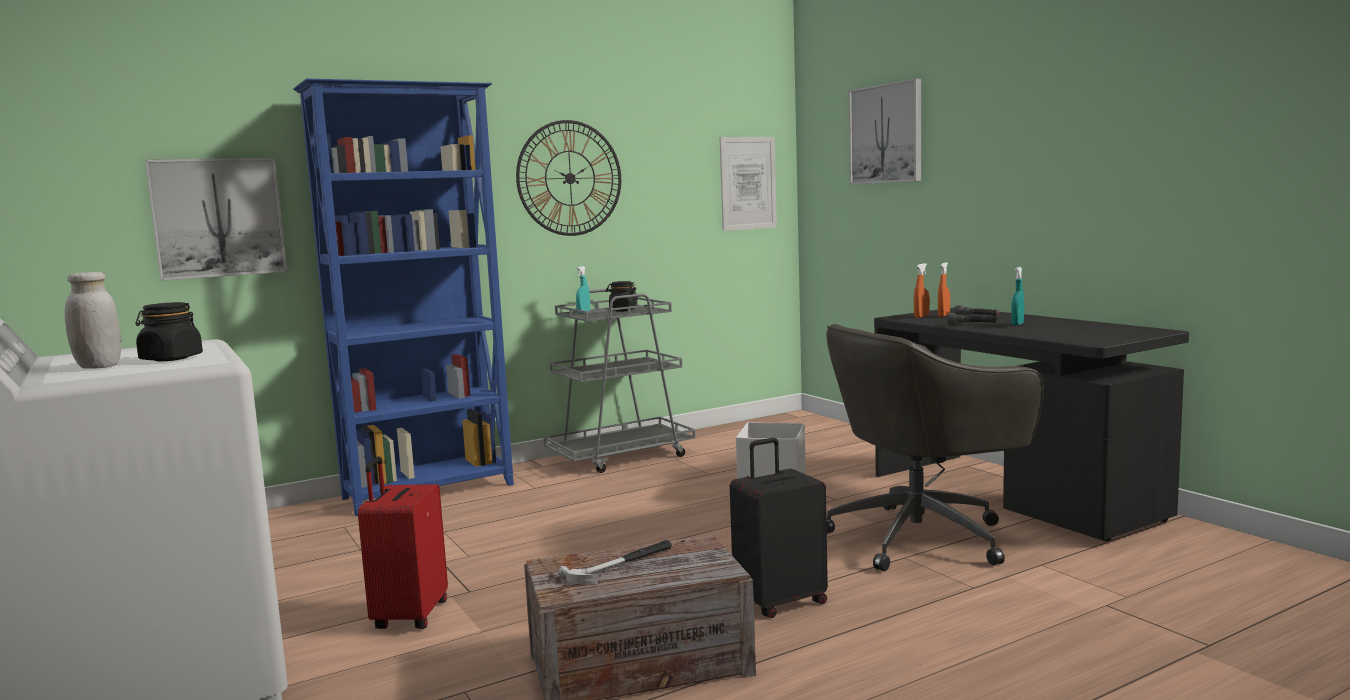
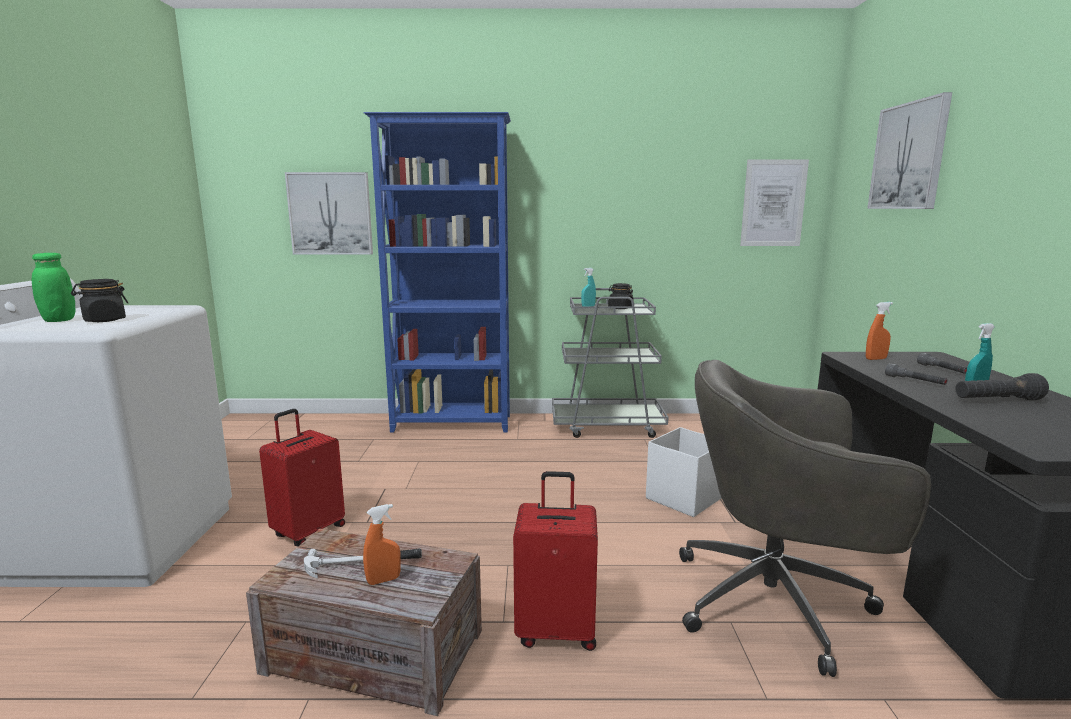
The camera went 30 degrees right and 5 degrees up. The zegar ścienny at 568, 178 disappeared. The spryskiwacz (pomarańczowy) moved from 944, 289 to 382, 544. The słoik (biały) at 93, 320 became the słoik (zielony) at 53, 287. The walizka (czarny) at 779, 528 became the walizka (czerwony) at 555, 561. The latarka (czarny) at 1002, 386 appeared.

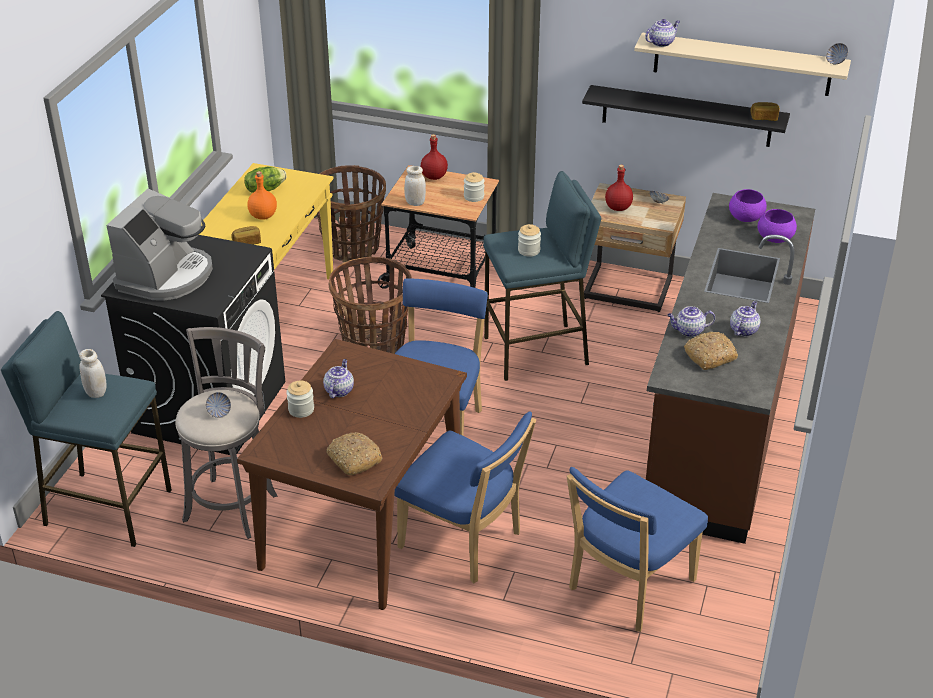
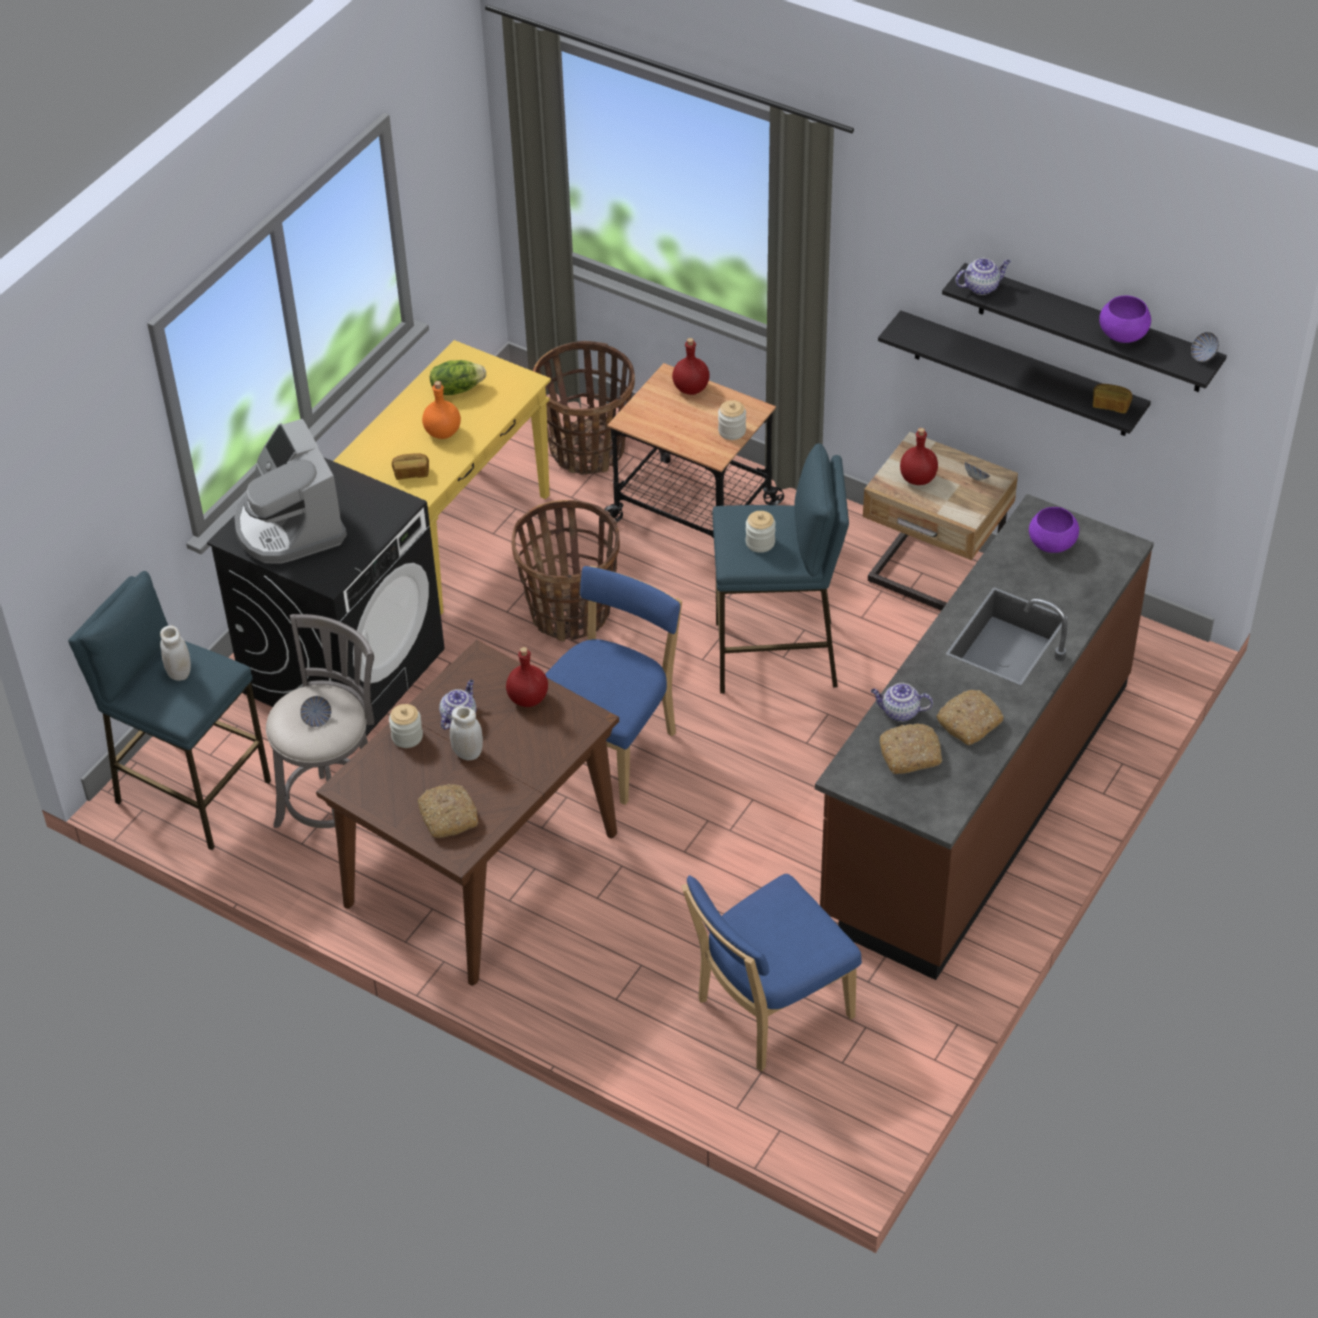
The camera went 15 degrees right and 10 degrees up. The półka (beżowy) at 742, 64 became the półka (czarny) at 1084, 327. The słoik (biały) moved from 415, 186 to 466, 733. The ekspres do kawy at 159, 244 turned 120 degrees clockwise. The miska (fioletowy) moved from 777, 226 to 1125, 319. The imbryk at 745, 319 was replaced by the chleb at 969, 717. The krzesło (niebieski) at 465, 497 disappeared. The butelka (czerwony) at 527, 677 appeared.

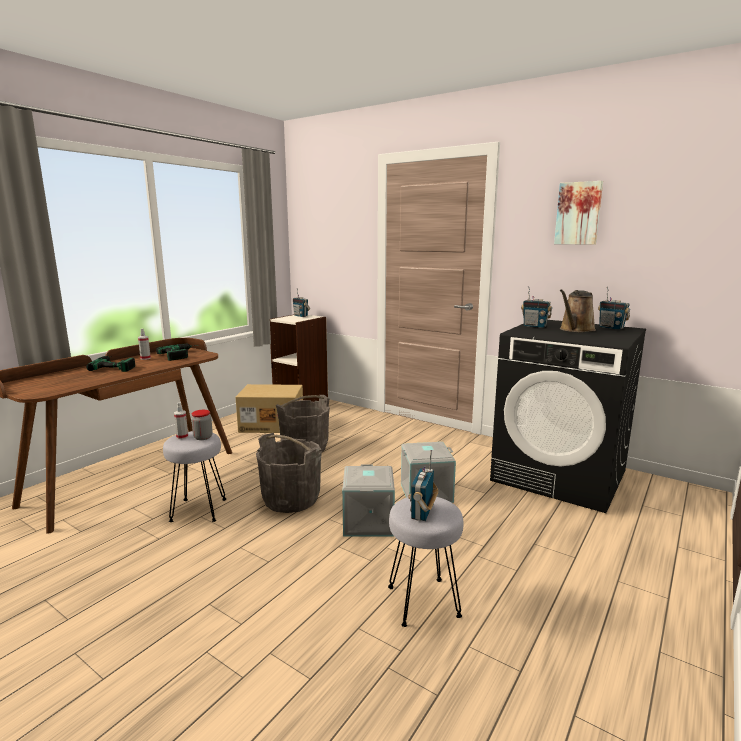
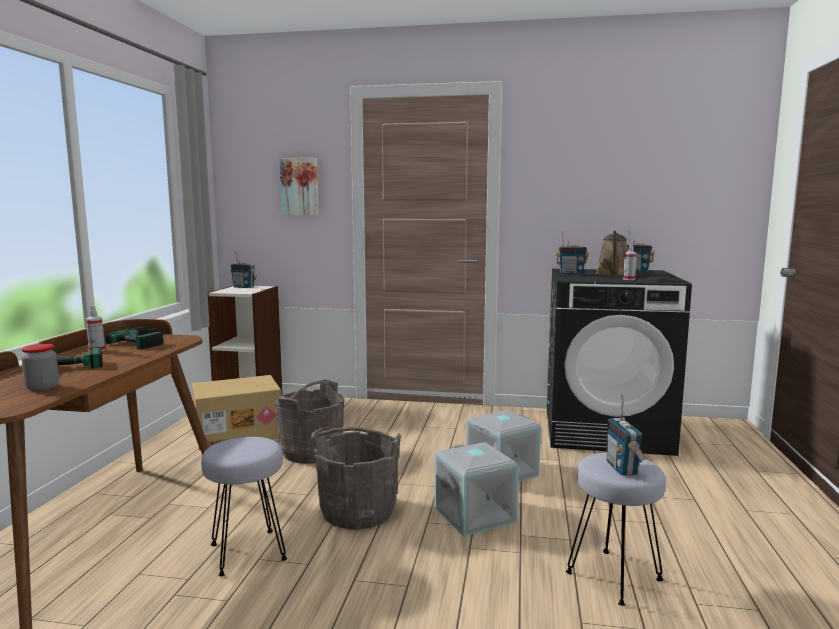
The camera went 25 degrees left and 5 degrees down. The obraz moved from 578, 213 to 299, 186. The spryskiwacz moved from 181, 420 to 630, 261. The słoik moved from 202, 425 to 40, 367.

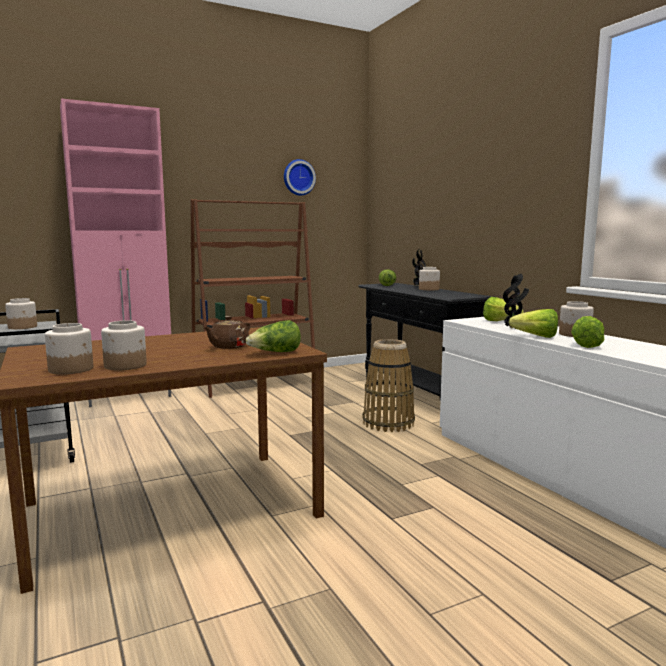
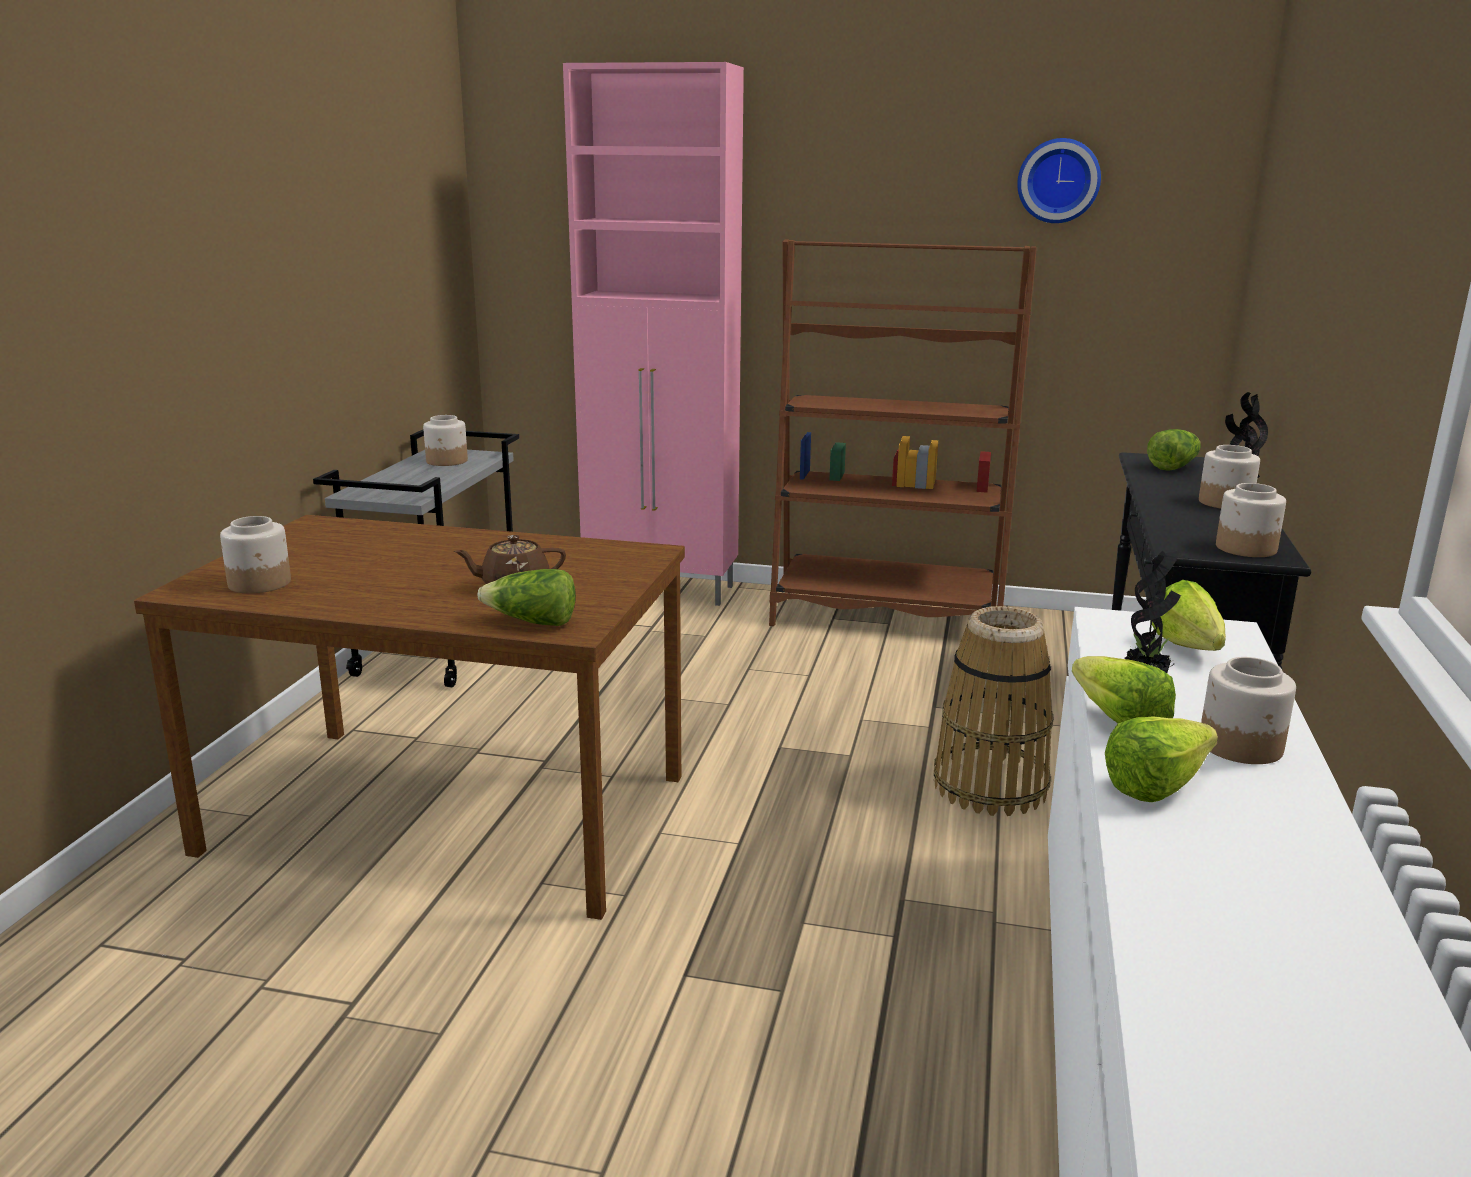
The camera went 40 degrees right and 10 degrees up. The słoik moved from 124, 345 to 1251, 520.

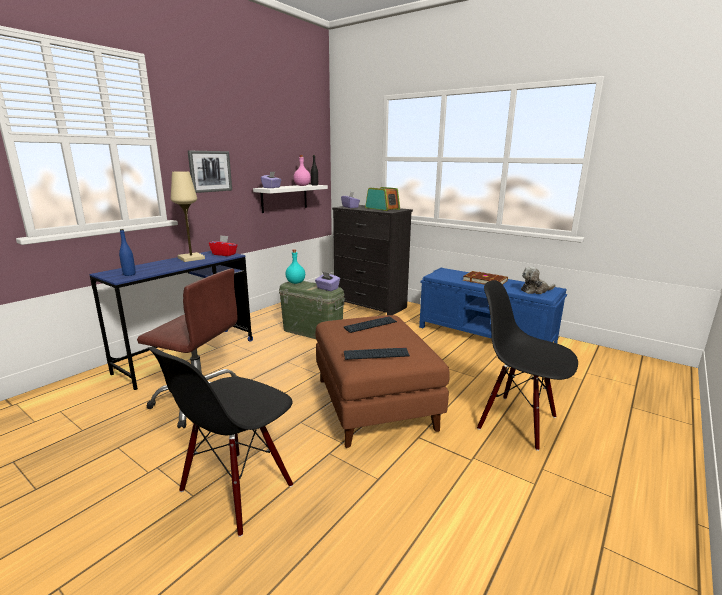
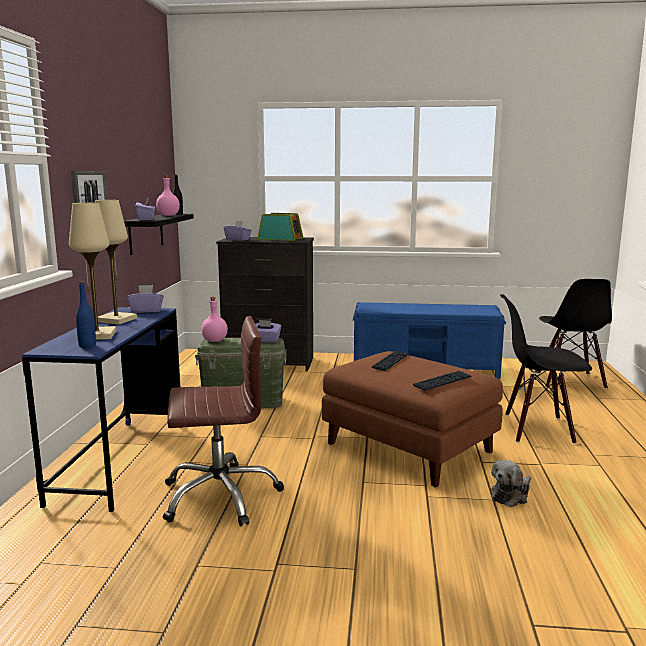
The camera went 30 degrees left and 5 degrees down. The półka (biały) at 290, 198 became the półka (czarny) at 159, 234. The pudełko chusteczek (czerwony) at 223, 245 became the pudełko chusteczek (fioletowy) at 145, 299. The butelka (turkusowy) at 295, 266 became the butelka (różowy) at 214, 319. The pluszak moved from 538, 280 to 511, 483. The książka (brązowy) at 485, 278 disappeared. The krzesło (czarny) moved from 220, 442 to 574, 334. The lampa stołowa (beżowy) at 92, 271 appeared.

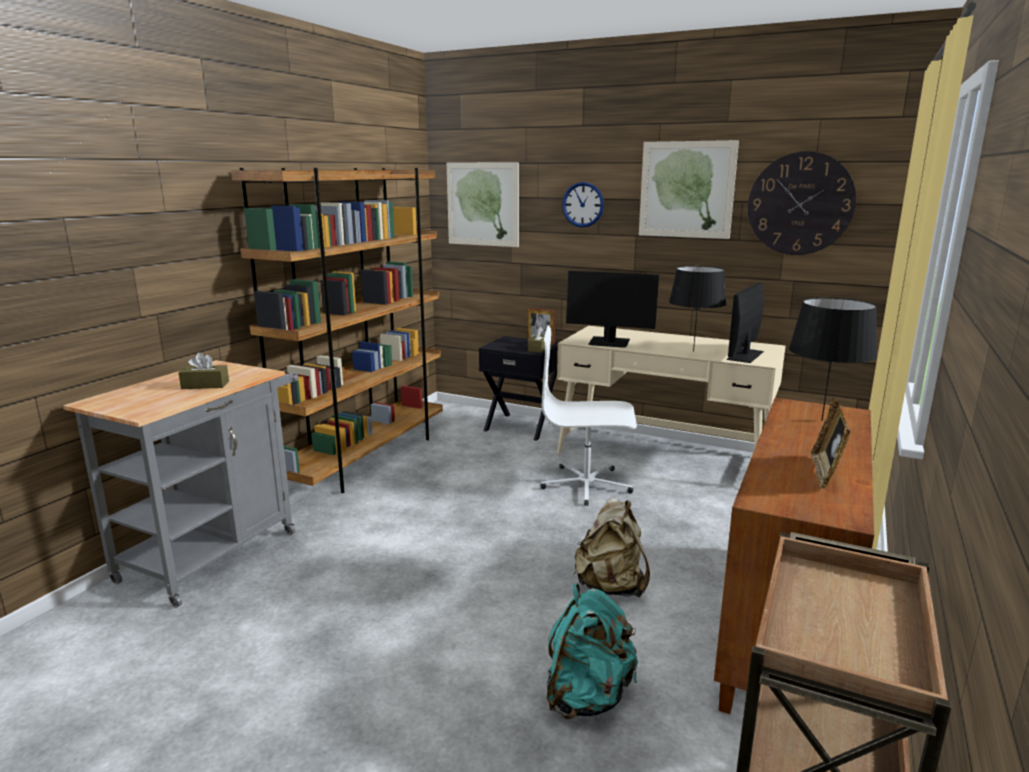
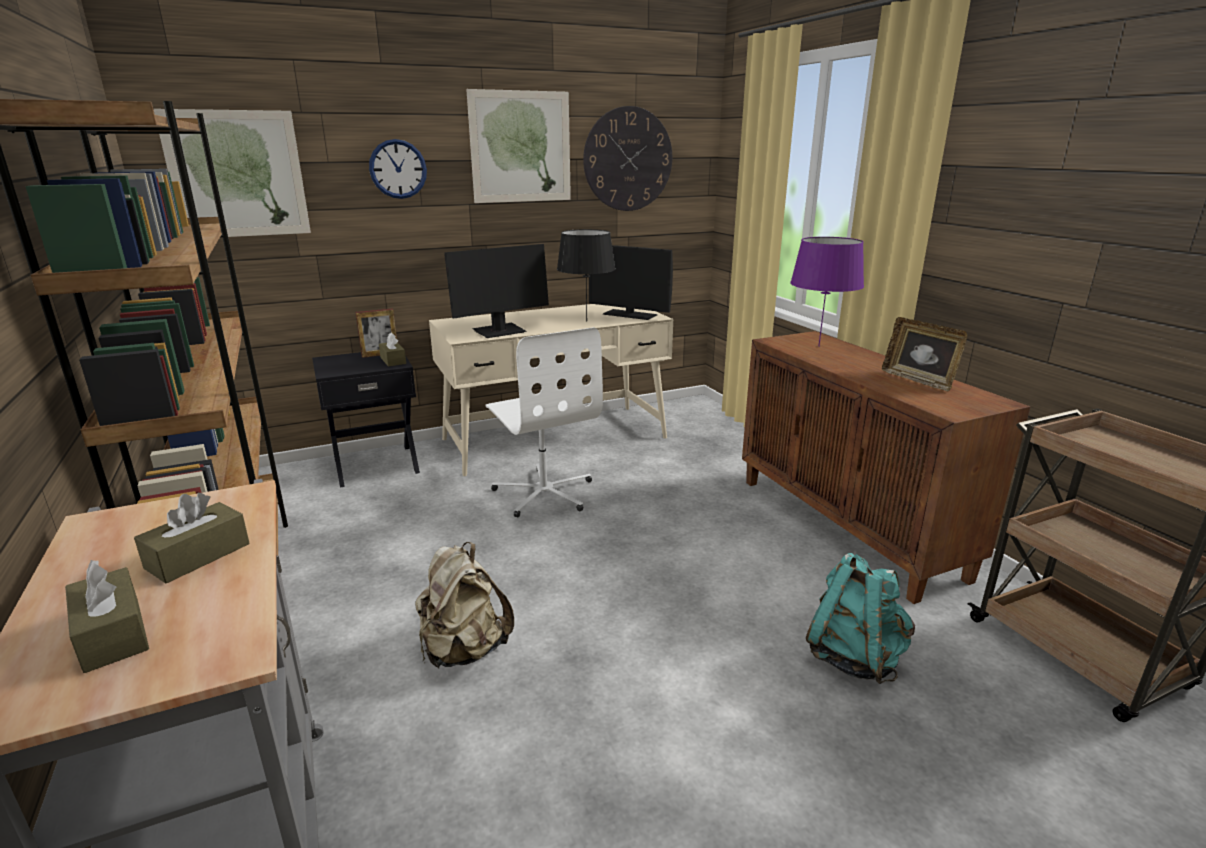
The camera went 50 degrees left and 5 degrees up. The monitor at 745, 322 turned 45 degrees counterclockwise. The lampa stołowa (czarny) at 833, 359 became the lampa stołowa (fioletowy) at 827, 292. The krzesło biurowe (biały) at 589, 416 turned 75 degrees counterclockwise. The plecak (beżowy) moved from 612, 548 to 464, 605. The pudełko chusteczek (brązowy) at 107, 616 appeared.

